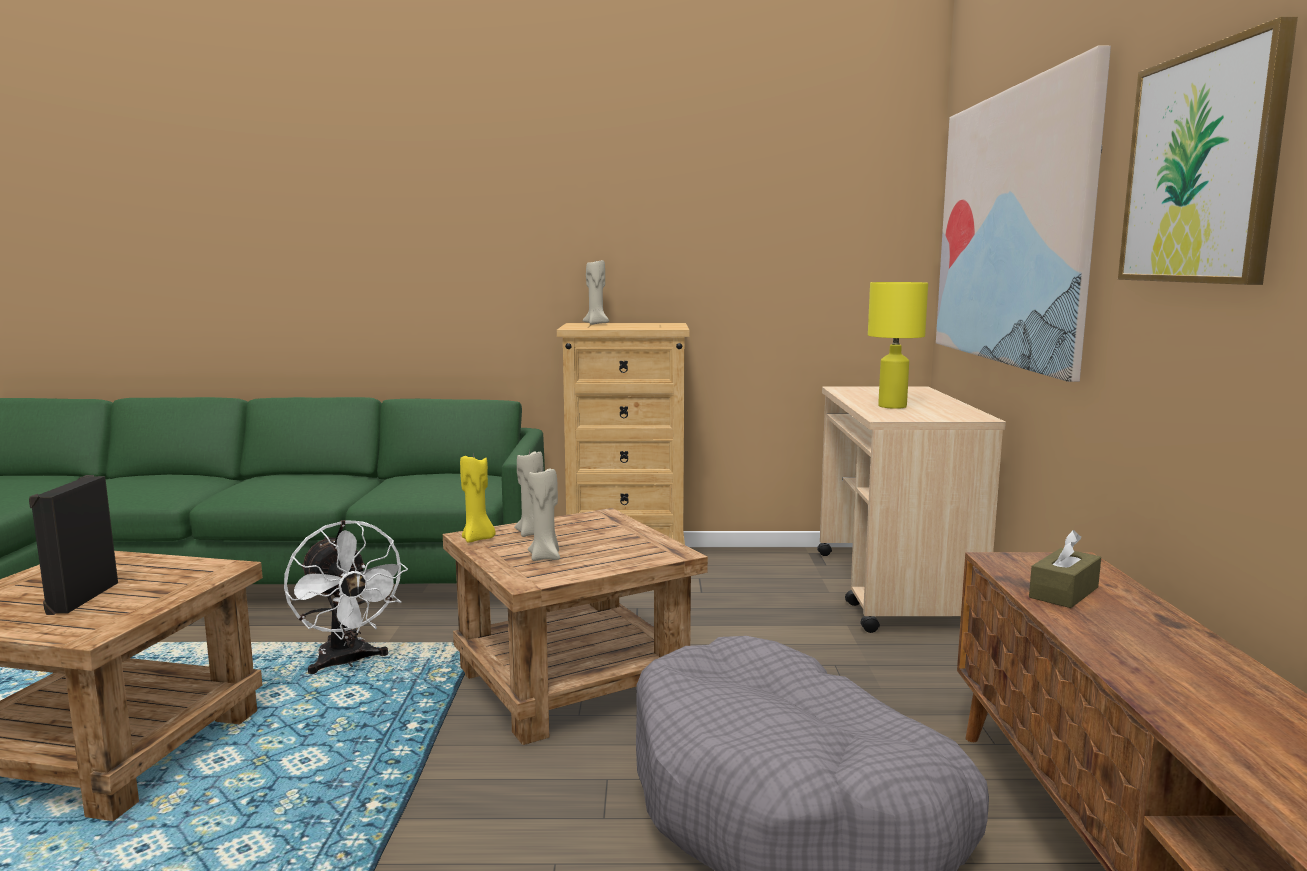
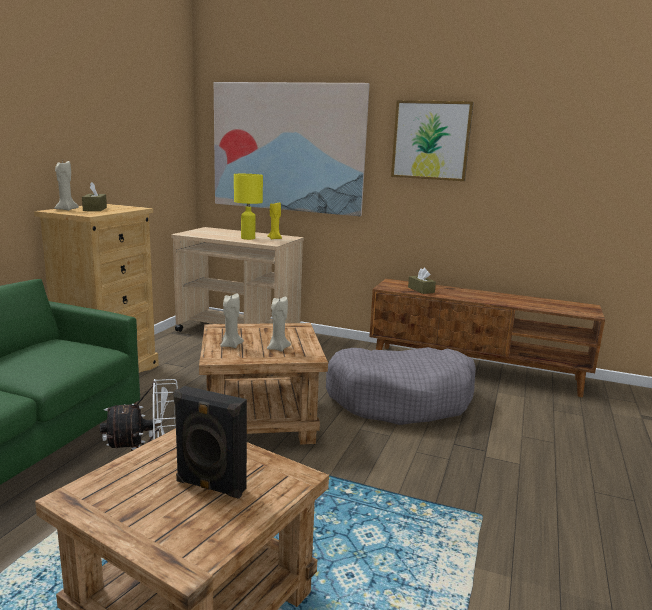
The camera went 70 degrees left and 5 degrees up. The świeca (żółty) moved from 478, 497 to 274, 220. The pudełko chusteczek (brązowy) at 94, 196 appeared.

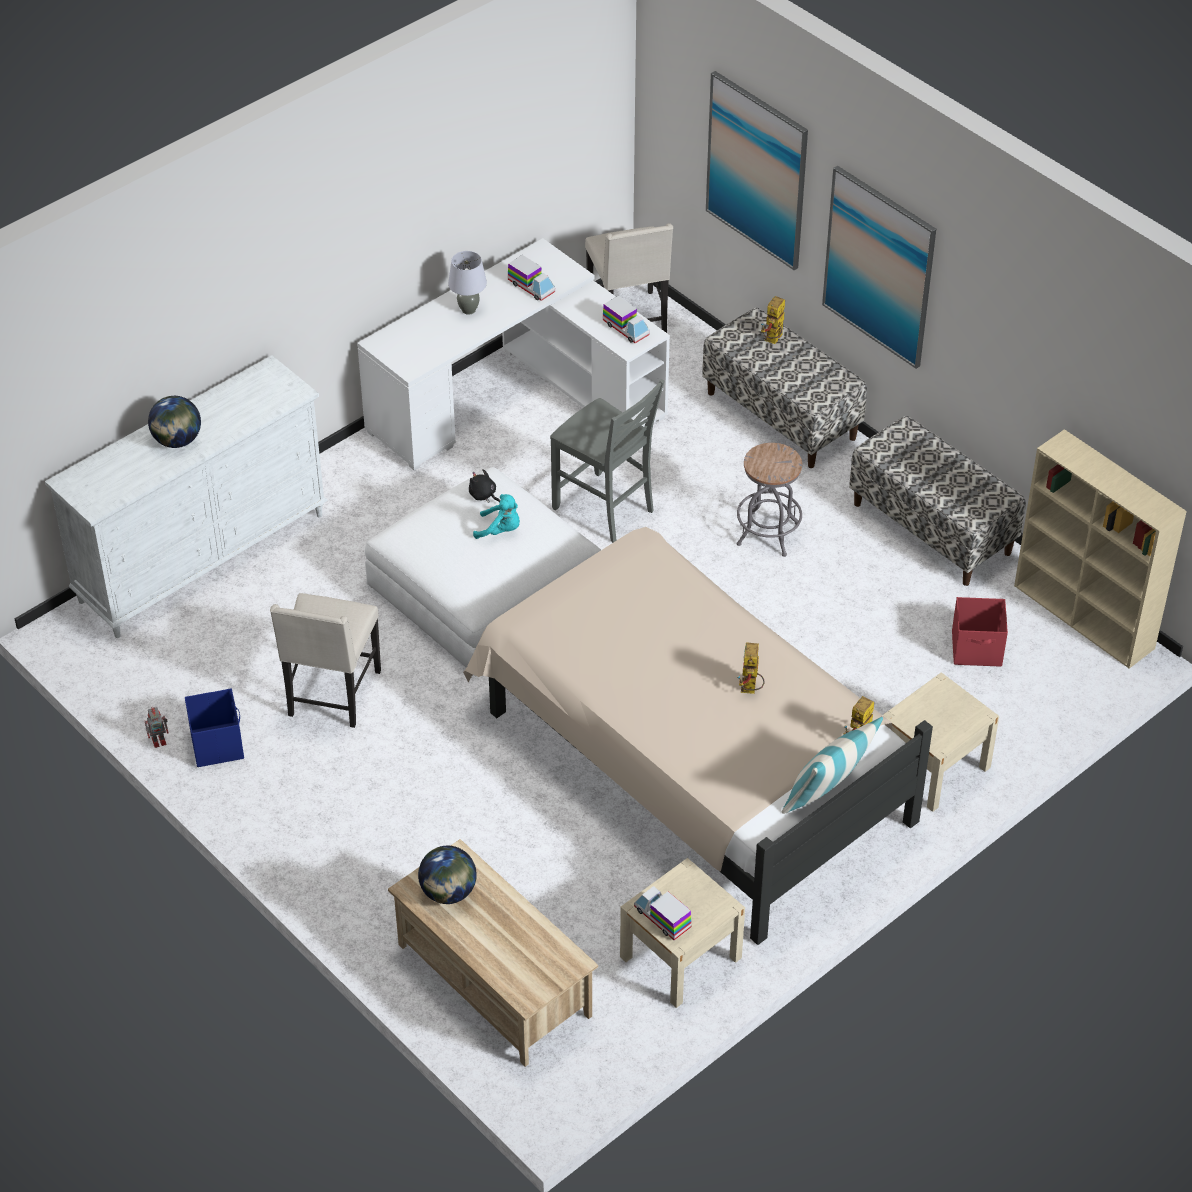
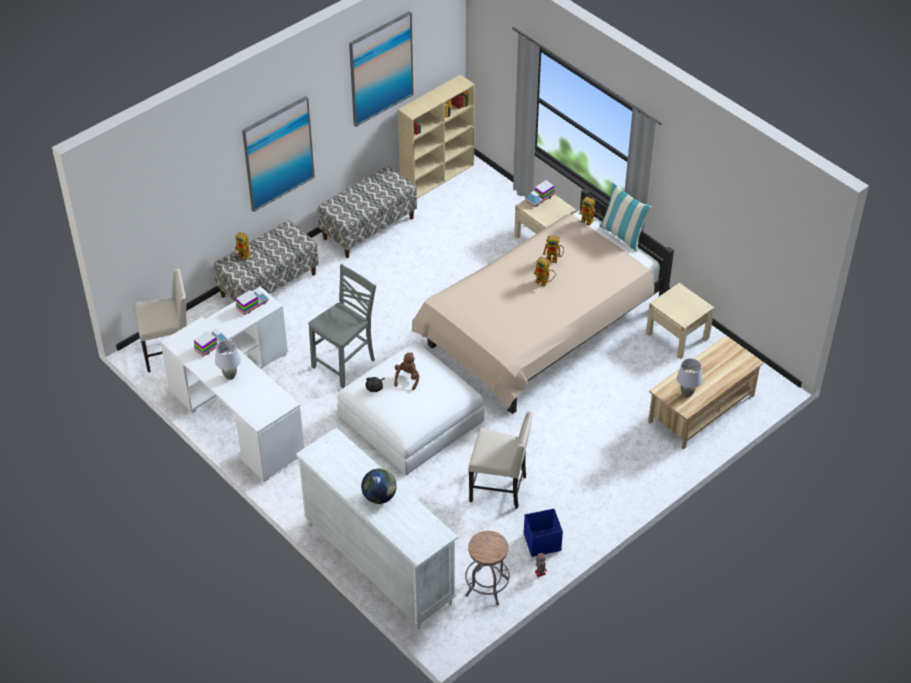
The camera went 90 degrees left and 0 degrees up. The obraz moved from 757, 170 to 381, 69. The stołek (szary) moved from 769, 500 to 487, 568. The pluszak (turkusowy) at 496, 516 became the pluszak (brązowy) at 406, 371. The pojemnik do przechowywania (czerwony) at 980, 632 disappeared. The globus at 447, 875 was replaced by the lampa stołowa (szary) at 689, 377. The ciężarówka zabawkowa moved from 663, 913 to 540, 193. The robot zabawkowy at 544, 271 appeared.

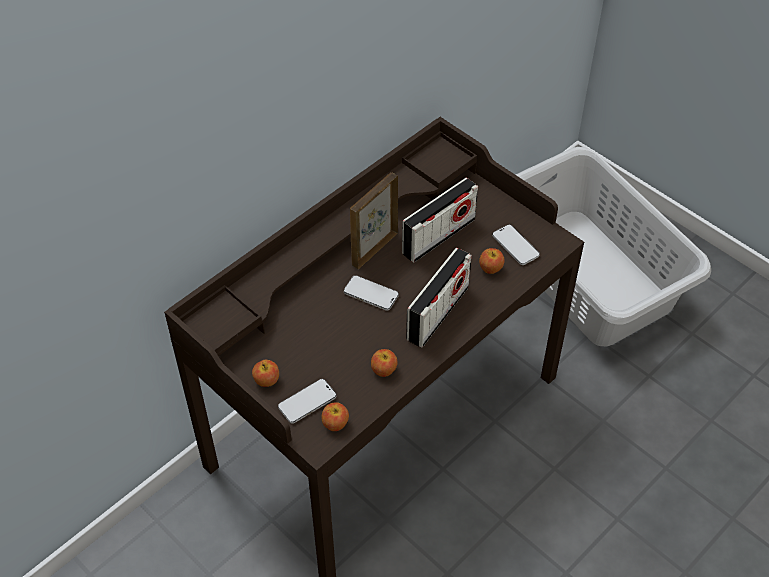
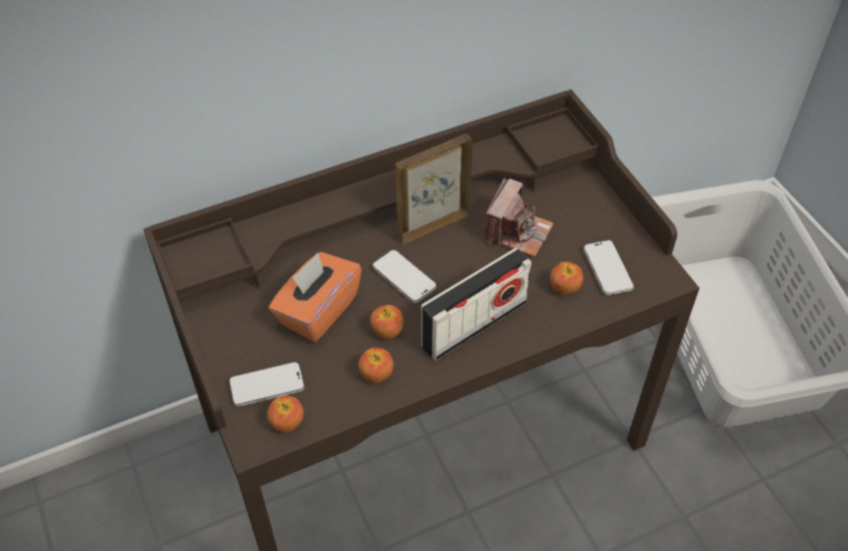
The camera went 20 degrees right and 0 degrees up. The radio at 440, 220 was replaced by the aparat fotograficzny at 519, 217. The jabłko moved from 265, 373 to 387, 322. The pudełko chusteczek (pomarańczowy) at 315, 297 appeared.

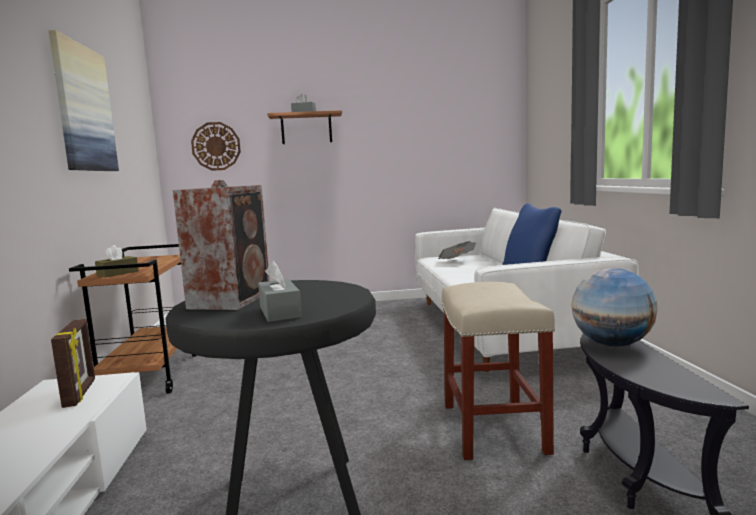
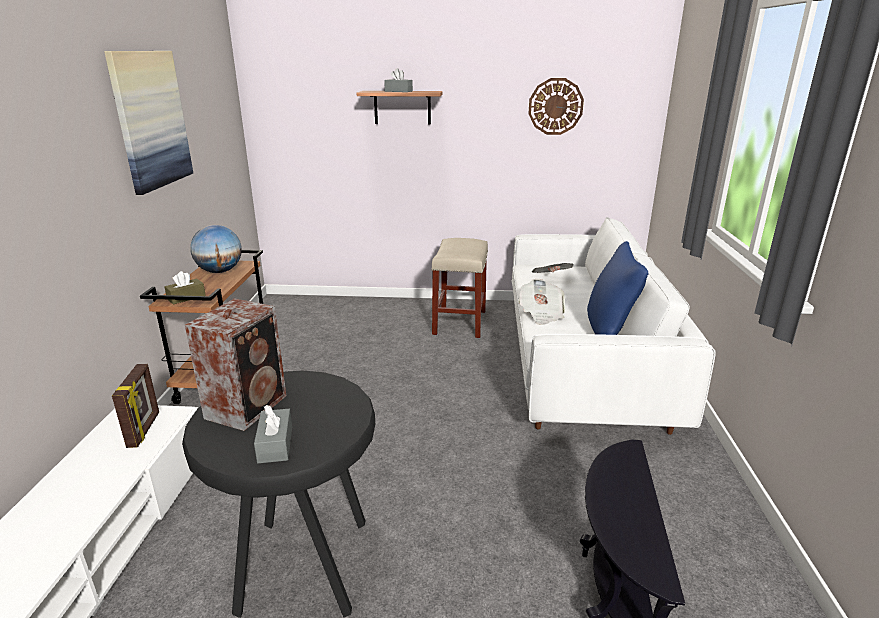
The camera went 10 degrees right and 15 degrees up. The zegar ścienny moved from 216, 146 to 556, 106. The globus moved from 615, 307 to 216, 249. The stołek (beżowy) moved from 498, 371 to 459, 288. The gazeta at 541, 302 appeared.

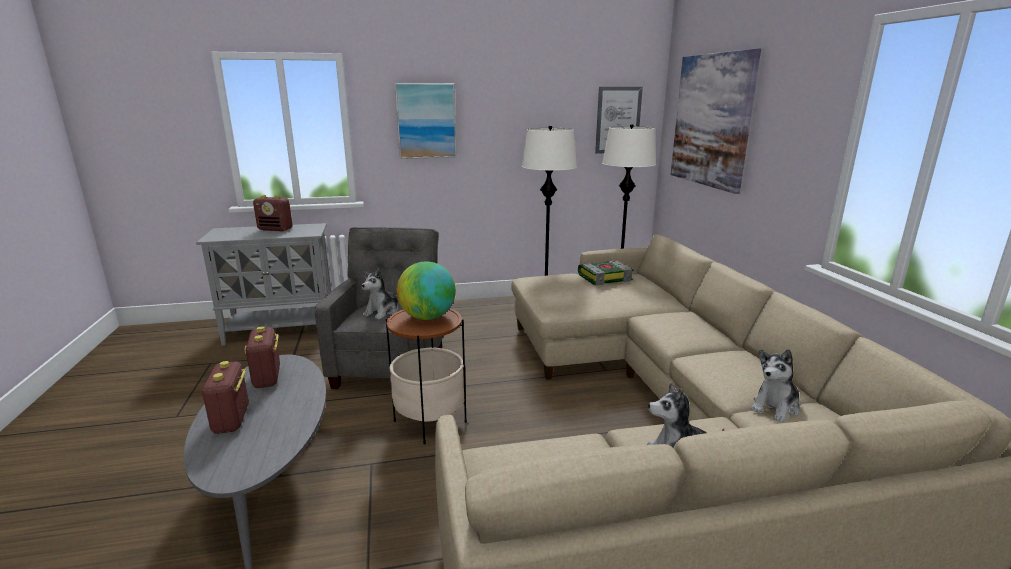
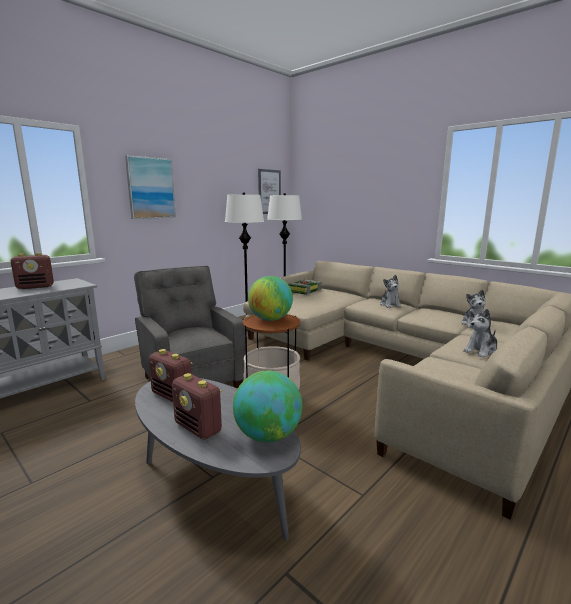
The camera went 35 degrees left and 5 degrees down. The obraz at 716, 121 disappeared. The pluszak moved from 380, 293 to 390, 291. The globus at 267, 407 appeared.

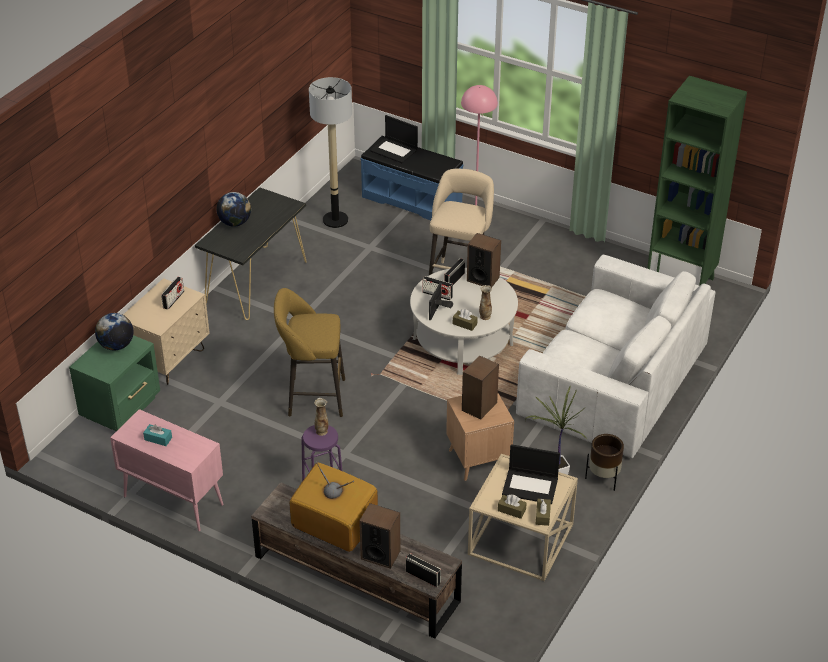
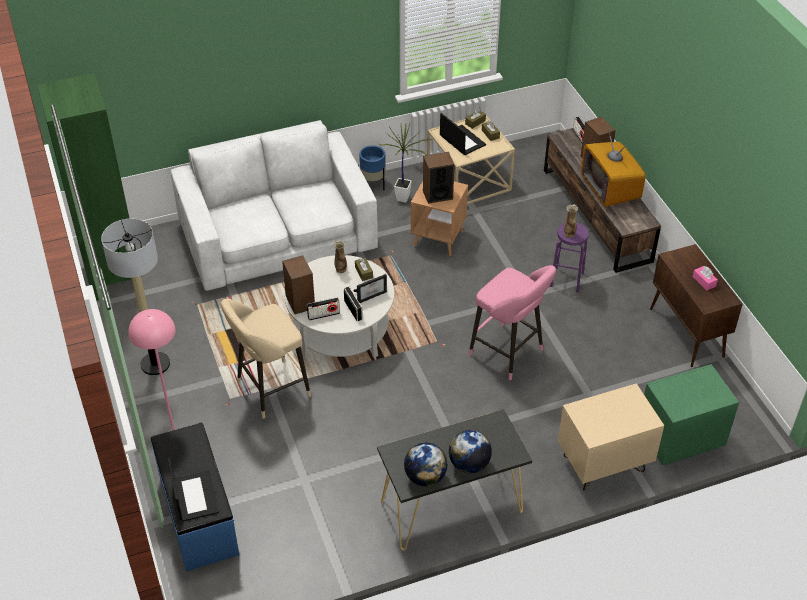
The camera went 140 degrees left and 5 degrees up. The lampa stojąca moved from 330, 152 to 135, 297. The radio at 172, 293 disappeared. The stołek (żółty) at 309, 352 became the stołek (różowy) at 512, 322. The globus moved from 114, 332 to 425, 464. The szafka (różowy) at 167, 470 became the szafka (brązowy) at 696, 305. The pudełko chusteczek (turkusowy) at 157, 435 became the pudełko chusteczek (różowy) at 705, 278. The donica (brązowy) at 604, 462 became the donica (niebieski) at 372, 167.

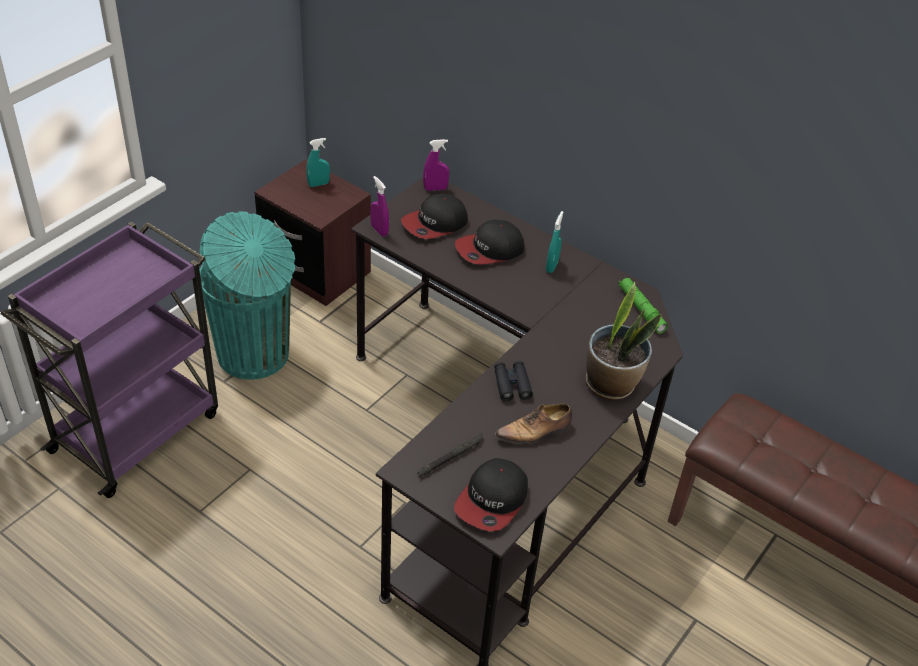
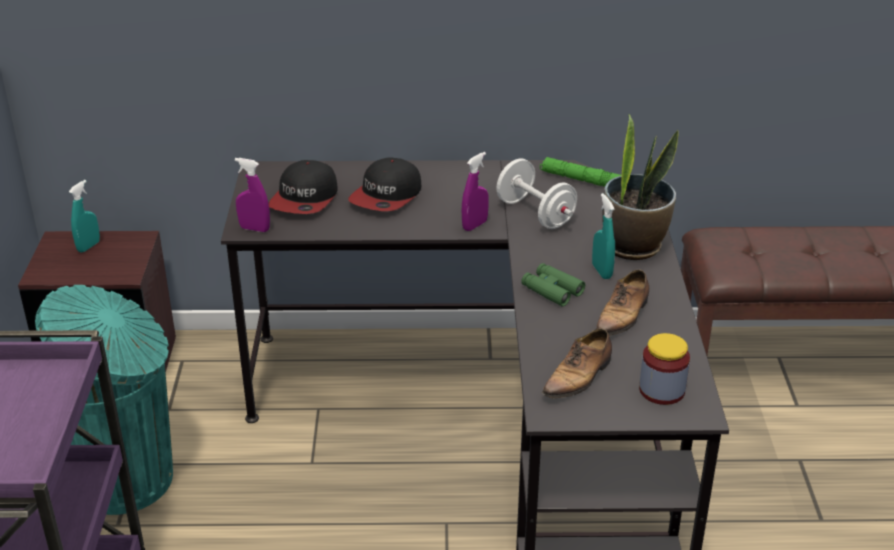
The camera went 35 degrees left and 10 degrees down. The spryskiwacz (fioletowy) moved from 436, 165 to 475, 191. The spryskiwacz (turkusowy) moved from 555, 242 to 603, 236. The lornetka (czarny) at 513, 381 became the lornetka (zielony) at 553, 284. The latarka (czarny) at 450, 455 was replaced by the but at 577, 364. The czapka z daszkiem at 491, 494 was replaced by the słoik at 664, 369. The hantel (biały) at 536, 193 appeared.

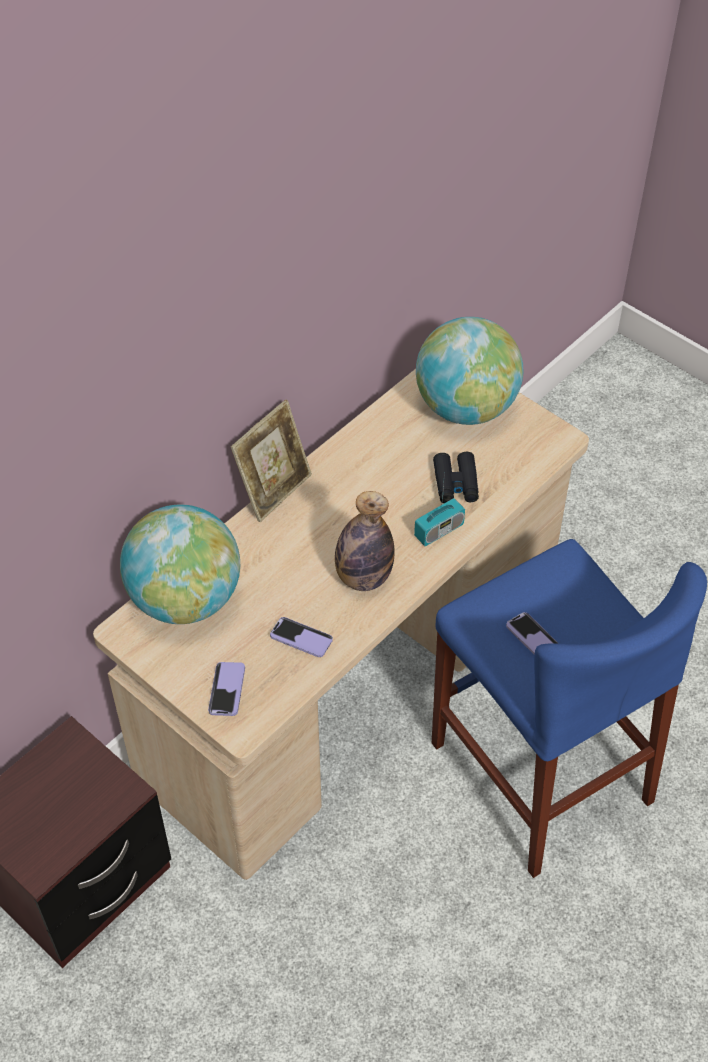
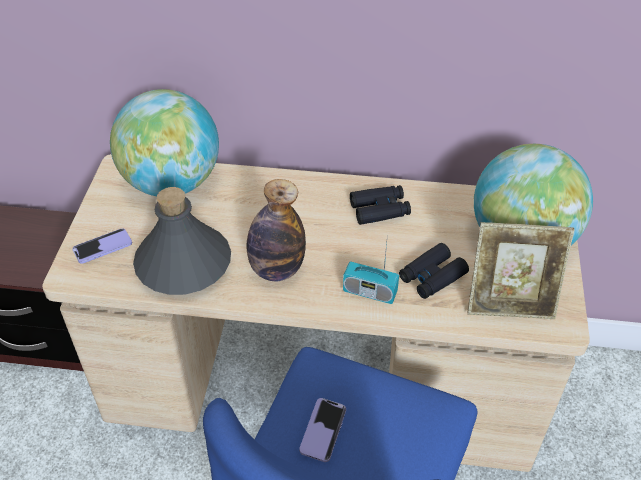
The camera went 55 degrees right and 5 degrees down. The ramka na zdjęcie moved from 271, 461 to 521, 270. The telefon at 301, 637 was replaced by the butelka (szary) at 182, 241. The lornetka (czarny) at 380, 205 appeared.

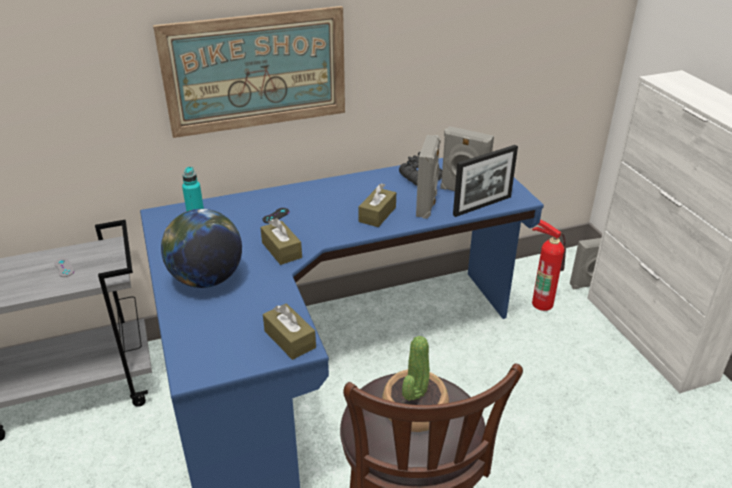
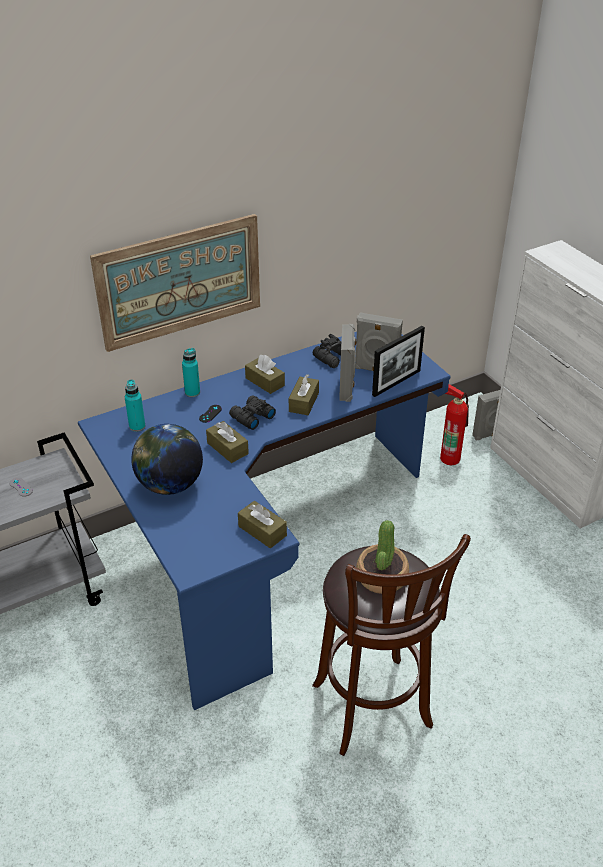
The camera went 10 degrees left and 5 degrees up. The butelka (turkusowy) at 191, 372 appeared. The pudełko chusteczek (brązowy) at 265, 374 appeared. The lornetka (czarny) at 252, 412 appeared.

